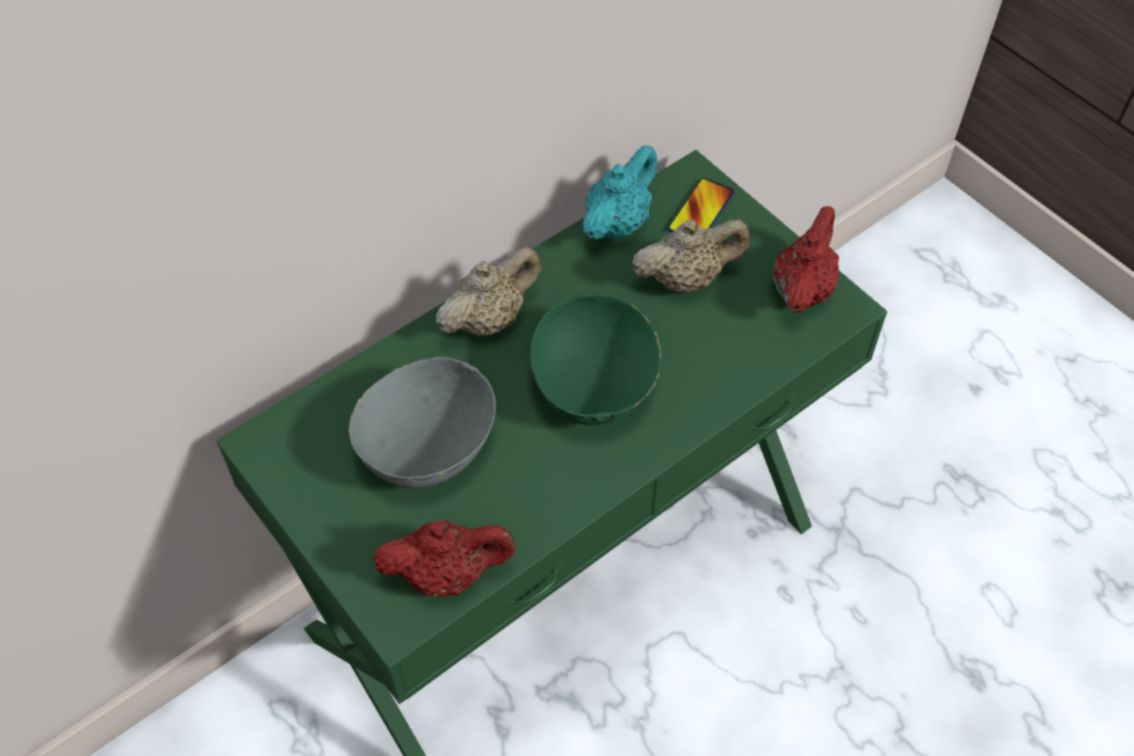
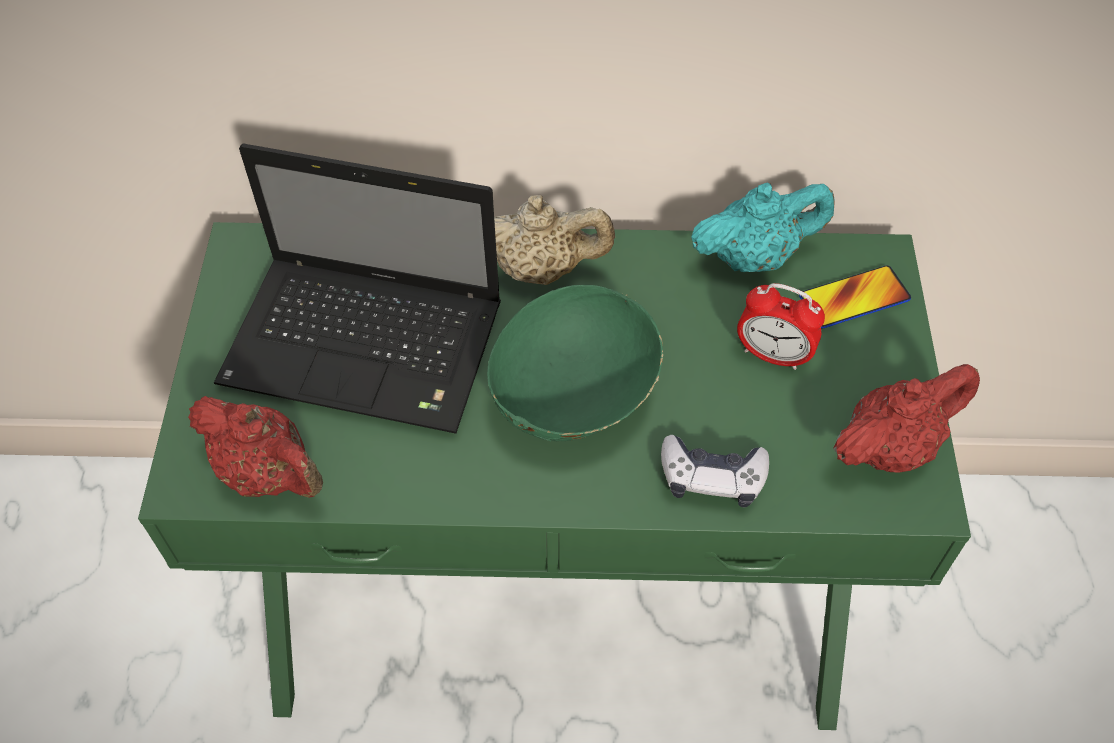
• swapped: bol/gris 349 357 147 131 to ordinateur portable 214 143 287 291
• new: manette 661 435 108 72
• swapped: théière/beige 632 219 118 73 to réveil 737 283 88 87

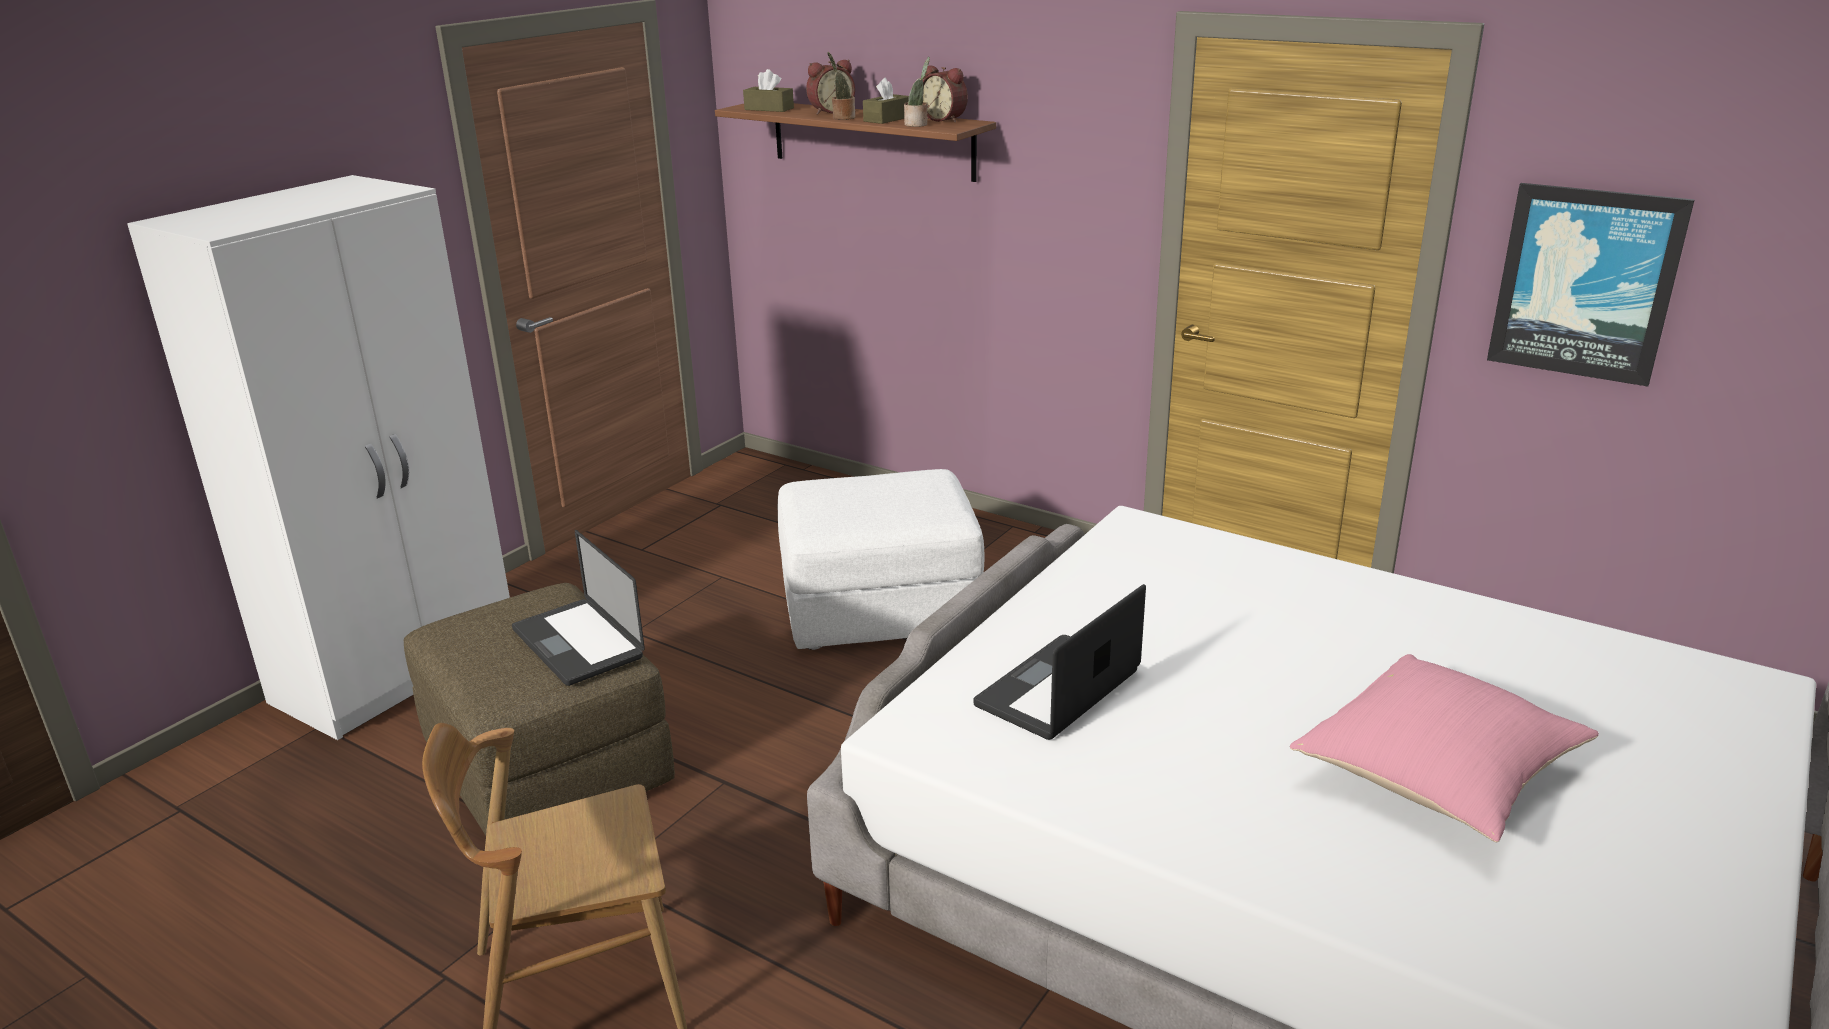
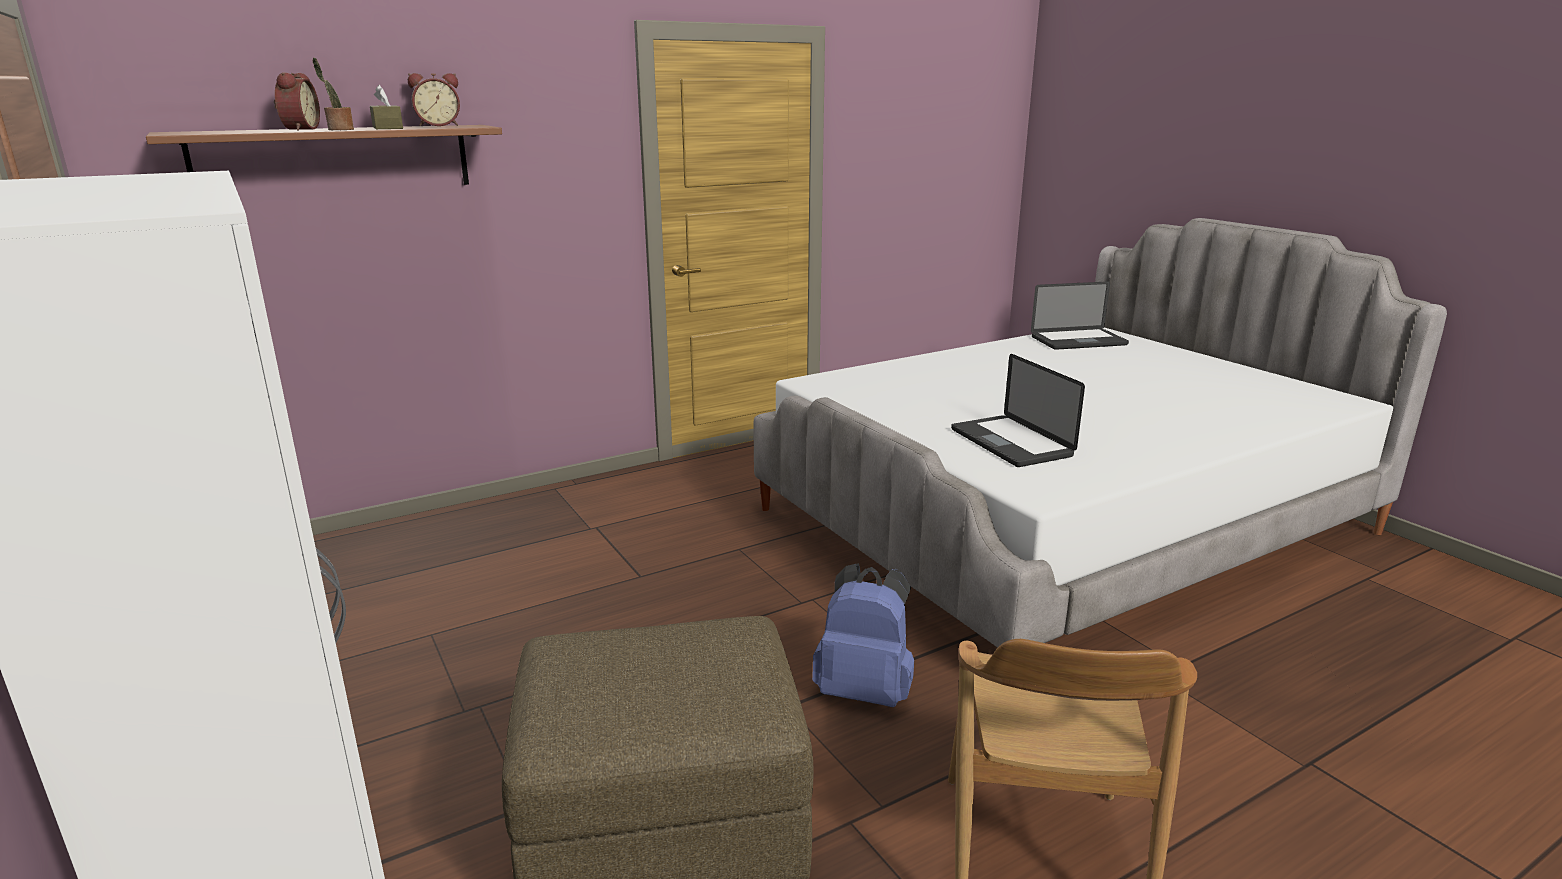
• new: sac à dos/bleu 812 563 102 144
• shifted: ordinateur portable 512 530 133 156 to 1031 282 98 68
• gone: boîte à mouchoirs/marron 743 69 51 43
• gone: pouf/blanc 778 469 206 181
• gone: plante en pot 904 57 26 70
• gone: coussin/rose 1290 654 309 188
• gone: tableau 1487 183 208 203

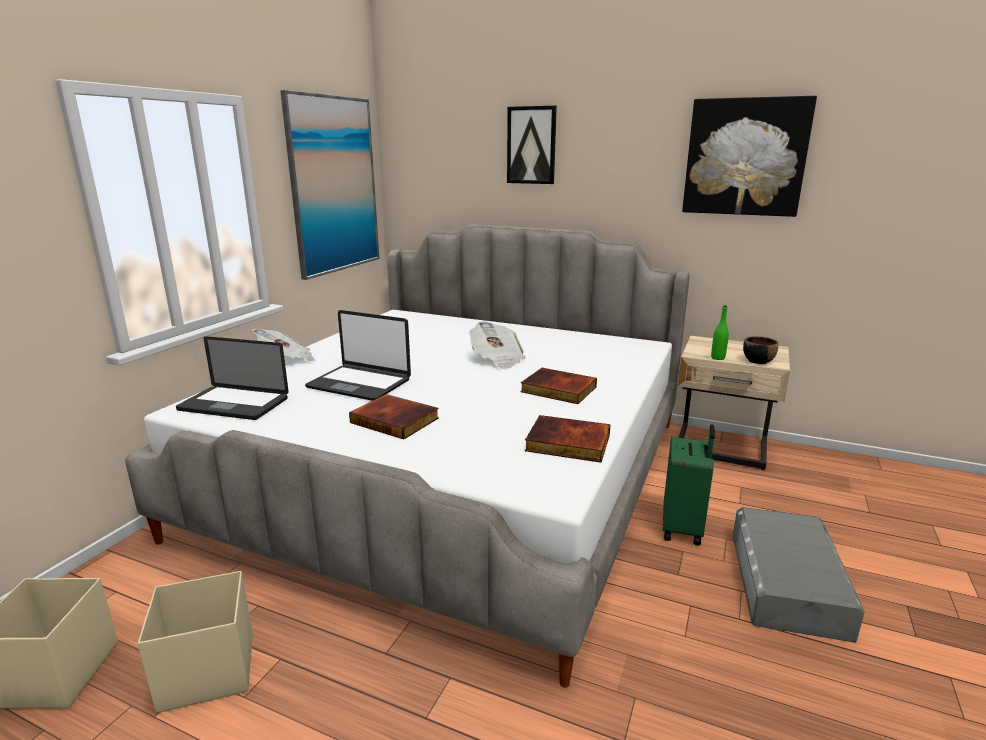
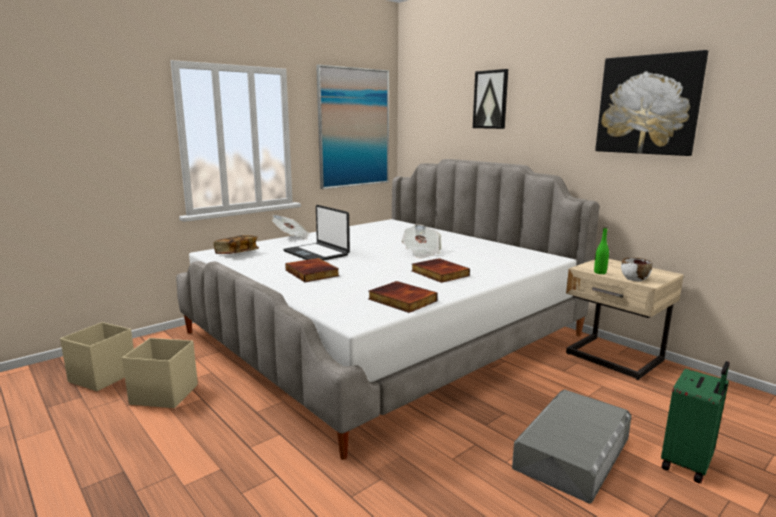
• swapped: ordinateur portable 176 336 113 84 to livre 214 235 45 19
• repainted: bol/noir 743 336 35 28 to bol/blanc 621 257 31 24
• shifted: valise/vert 663 424 52 122 to 661 361 69 122

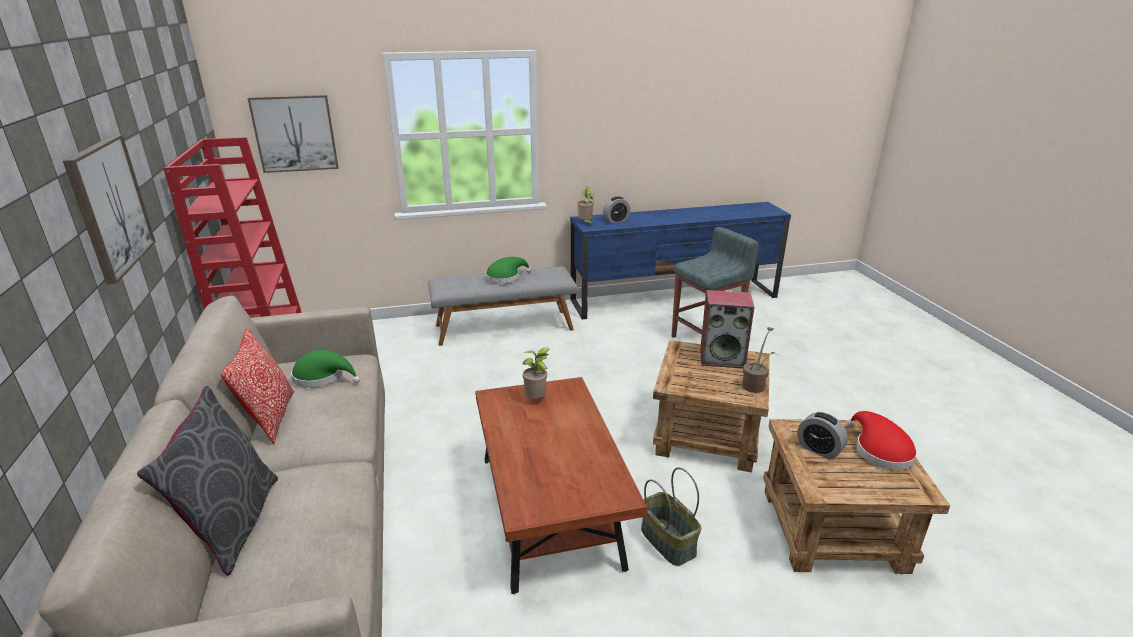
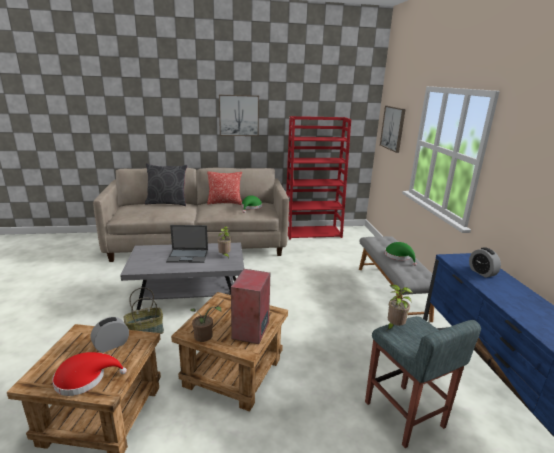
• repainted: table basse/marron 475 377 172 217 to table basse/gris 120 243 124 67
• new: ordinateur portable 166 225 42 38
• shifted: plante en pot 577 186 17 38 to 387 285 26 45

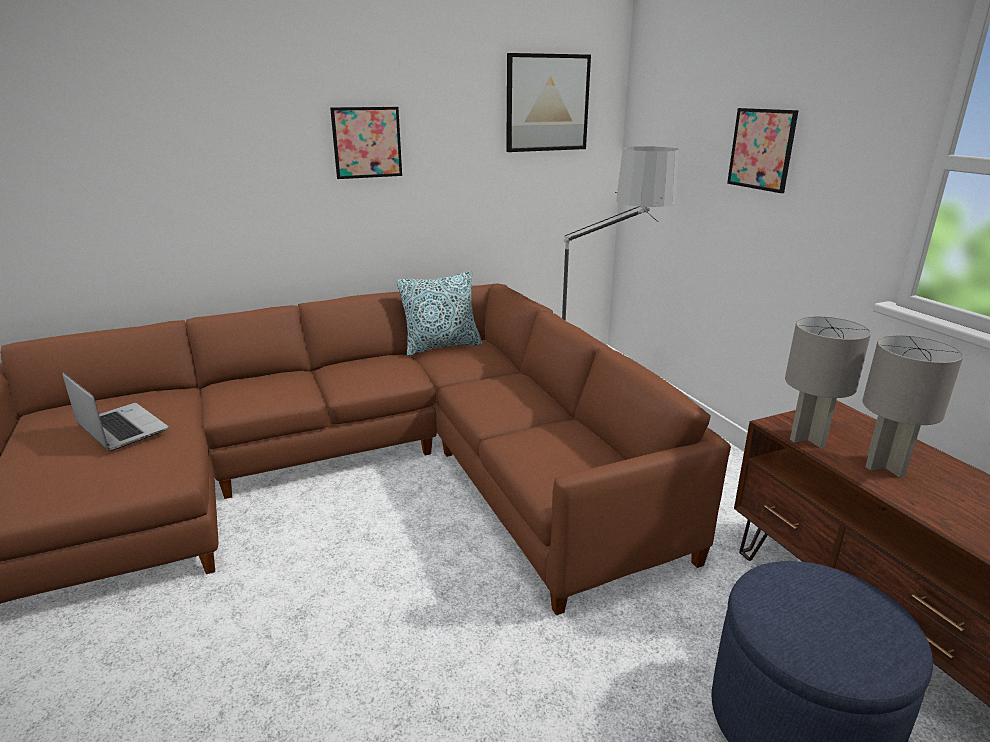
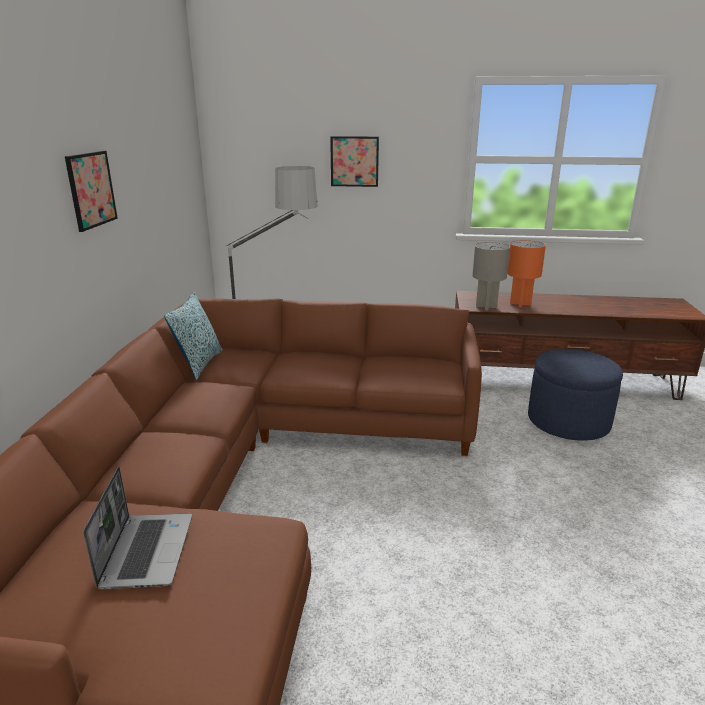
• rotated: ordinateur portable 63 372 106 79 = 83 466 109 124 105 degrees clockwise
• repainted: lampe de table/gris 863 335 100 143 to lampe de table/orange 507 240 39 68
• gone: tableau 506 53 85 99

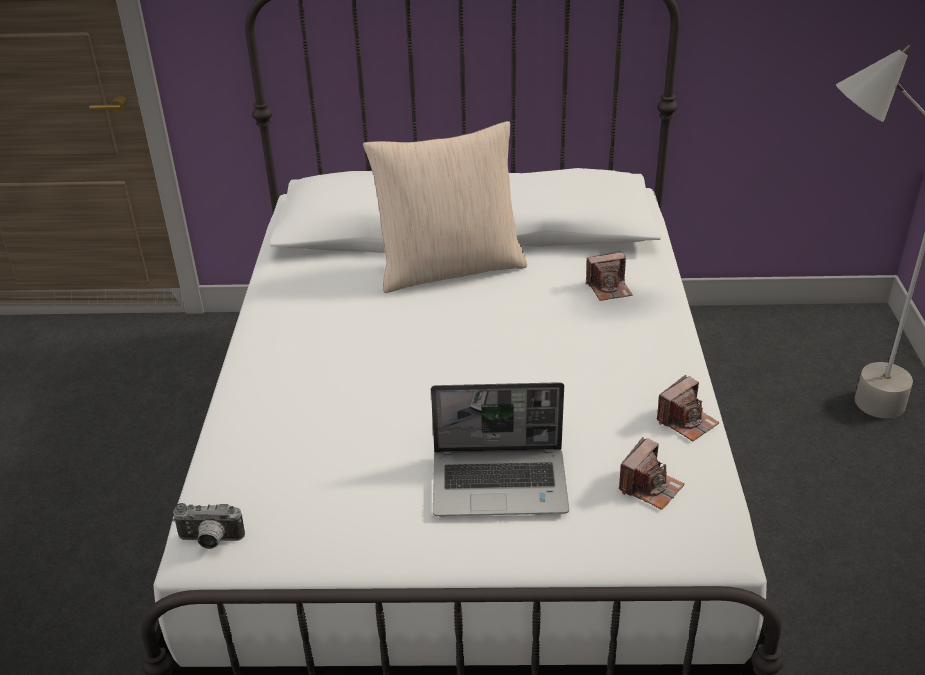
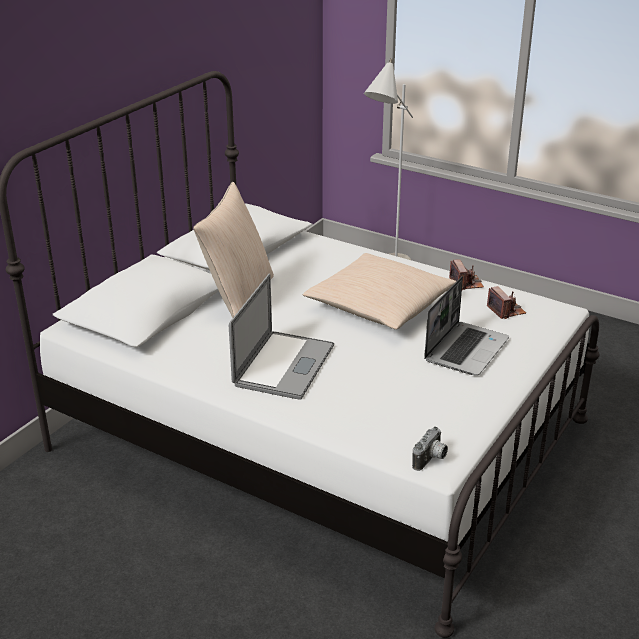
• new: ordinateur portable 229 274 105 125
• new: coussin/beige 303 253 153 77
• gone: appareil photo 586 251 47 50

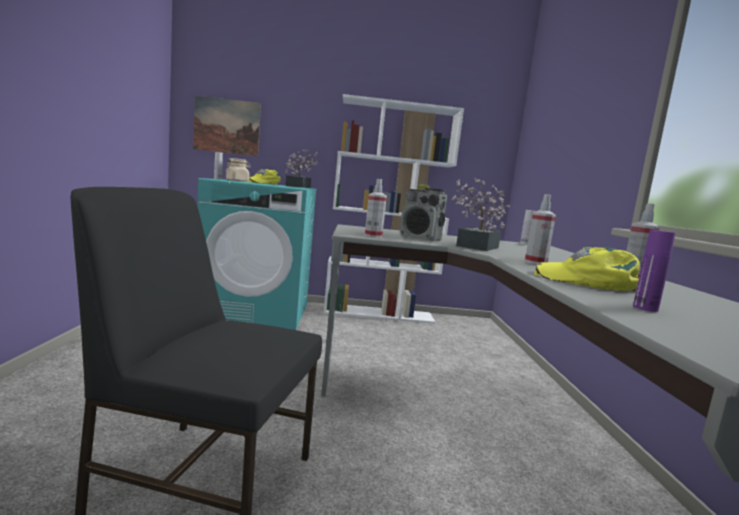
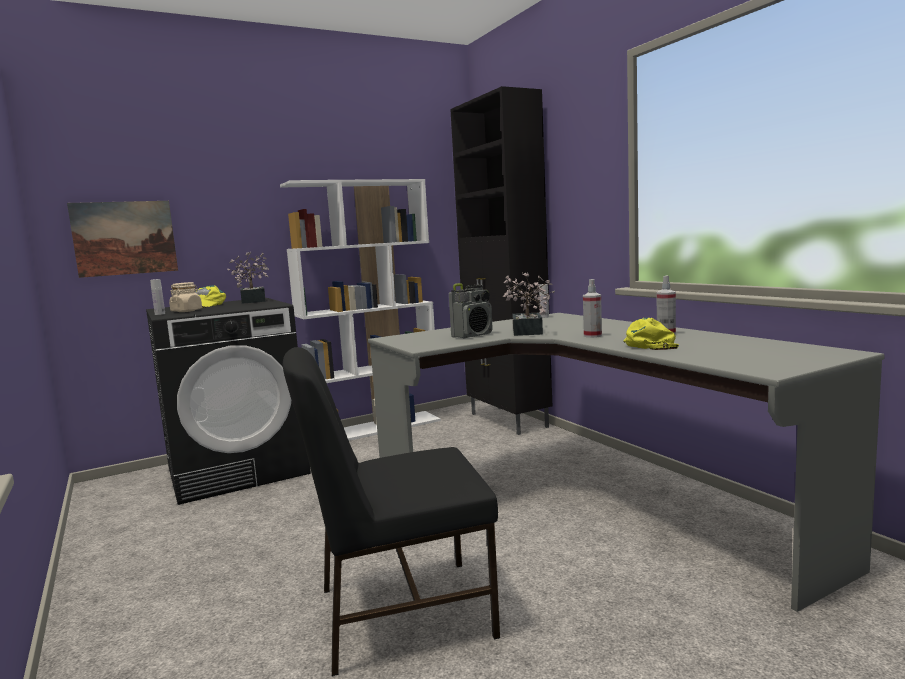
• repainted: lave-linge/turquoise 197 178 119 152 to lave-linge/noir 146 298 165 207
• rotated: radio 400 184 47 57 = 449 283 44 55 45 degrees counterclockwise
• new: meuble de rangement/noir 450 86 102 349
• rotated: casquette/jaune 534 247 106 45 = 623 318 56 32 90 degrees clockwise
• gone: vaporisateur 365 179 22 59
• gone: bouteille/violet 633 230 43 82

